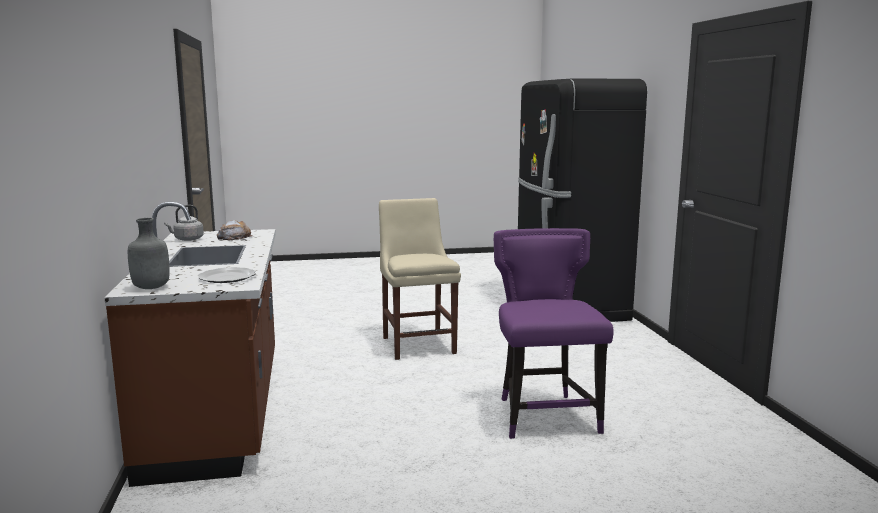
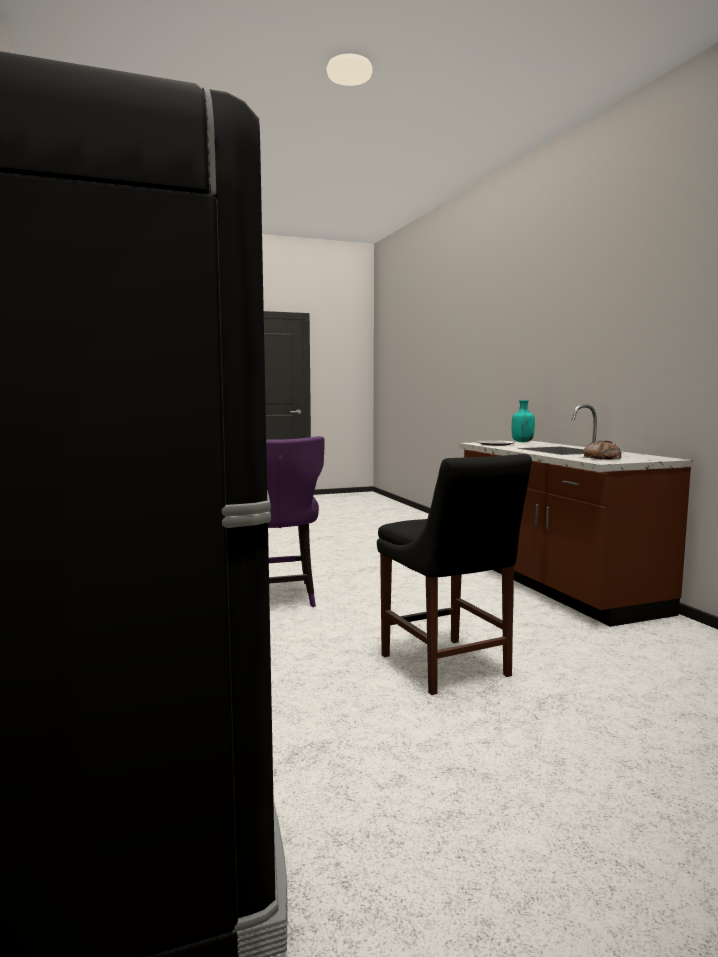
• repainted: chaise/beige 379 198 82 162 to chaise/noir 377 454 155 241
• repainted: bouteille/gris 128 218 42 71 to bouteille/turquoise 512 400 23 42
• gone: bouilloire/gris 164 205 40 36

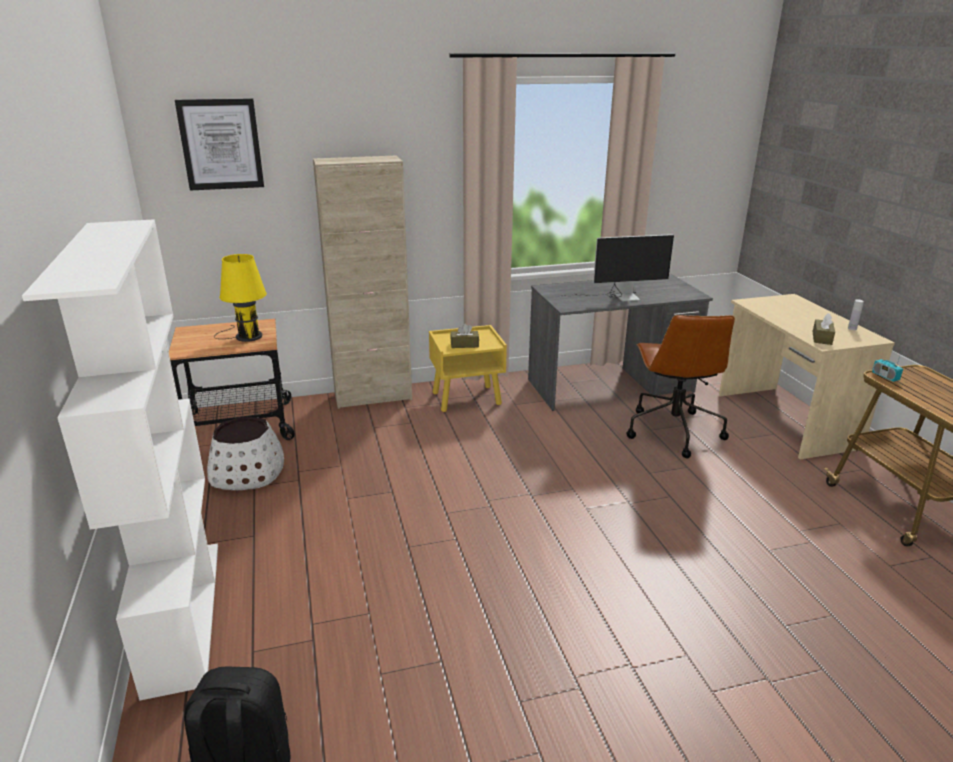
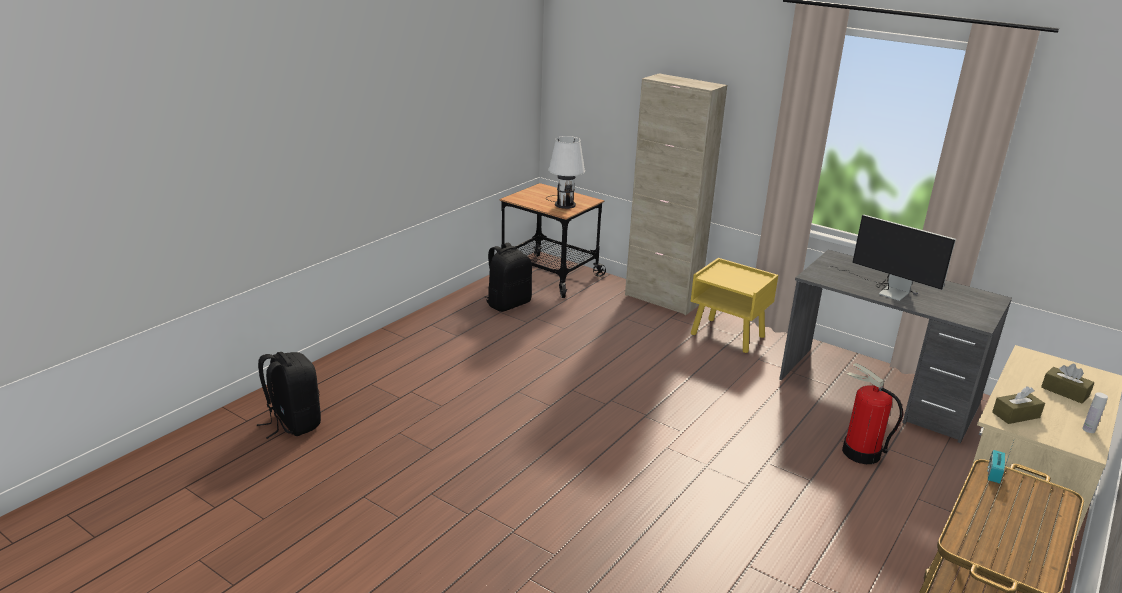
• swapped: cache-pot/blanc 207 417 77 73 to sac à dos/noir 485 243 47 69
• repainted: lampe de table/jaune 214 254 53 88 to lampe de table/blanc 546 136 39 73
• swapped: chaise de bureau/marron 626 315 109 143 to extincteur 842 363 61 101
• shifted: boîte à mouchoirs/marron 450 324 29 24 to 1041 364 54 40
• gone: bibliothèque/blanc 22 219 196 482
• gone: tableau 175 98 89 92

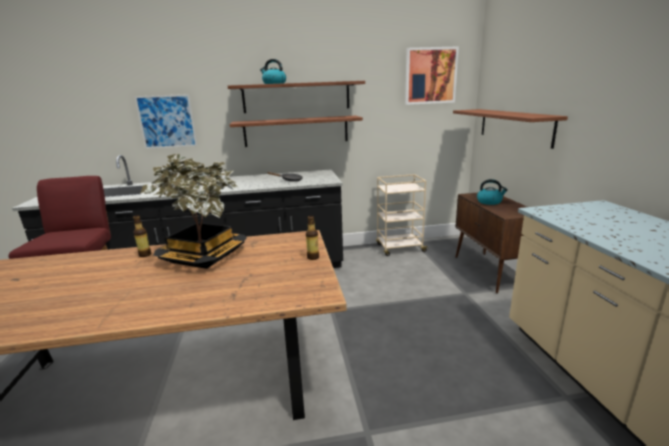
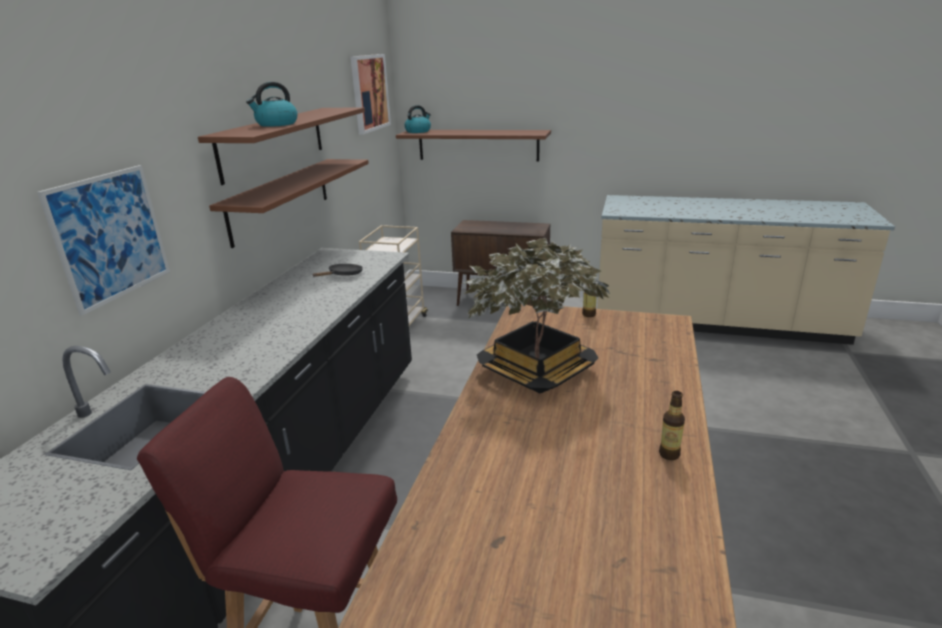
• shifted: bouilloire 477 179 31 26 to 404 105 27 28
• shifted: bouteille 133 215 18 42 to 659 391 26 69

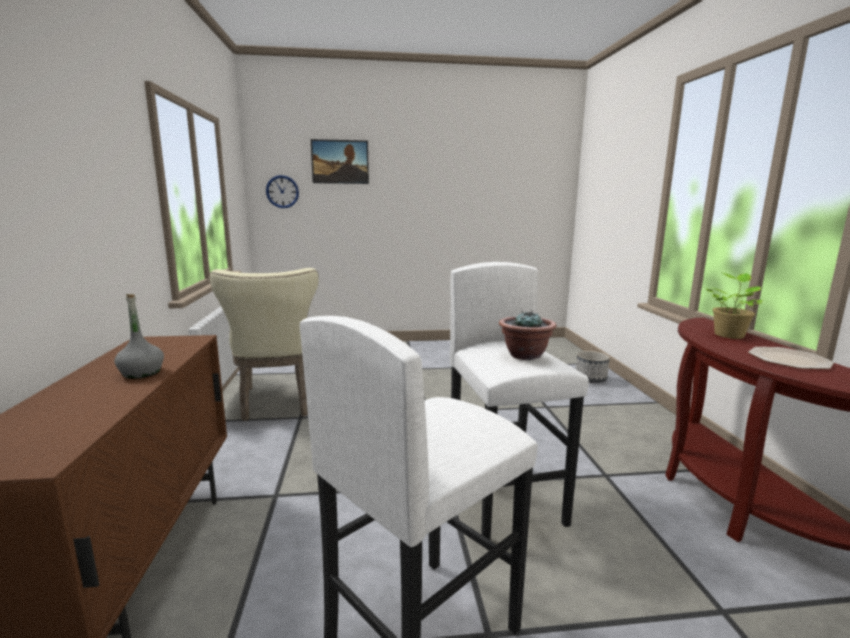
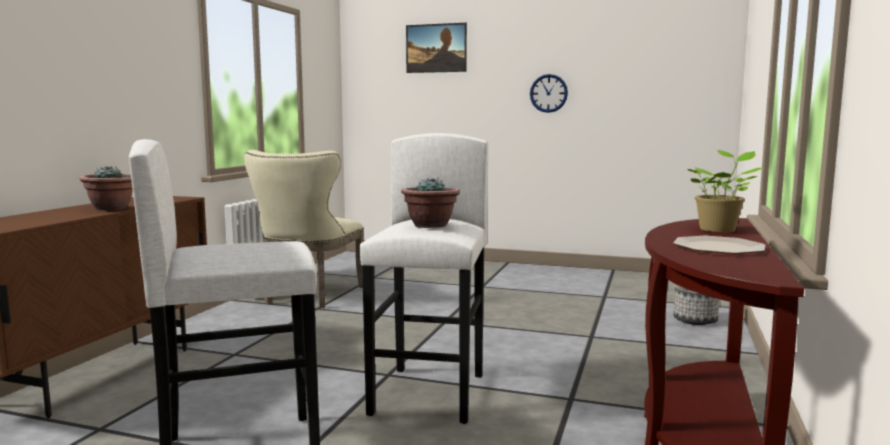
• swapped: bouteille/gris 114 294 50 85 to plante en pot 79 166 54 44
• shifted: horloge murale 266 175 33 33 to 530 74 38 39

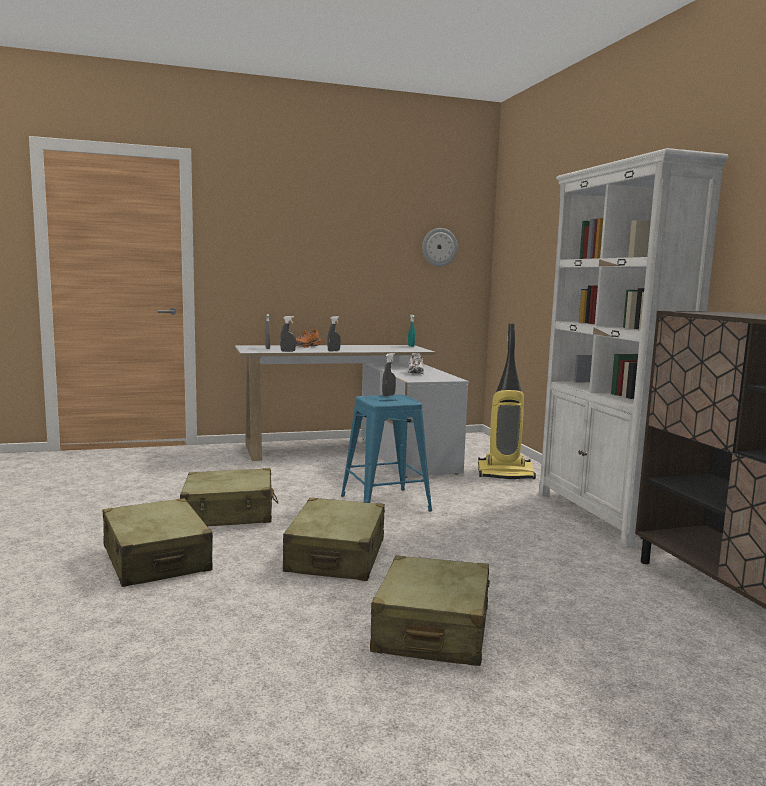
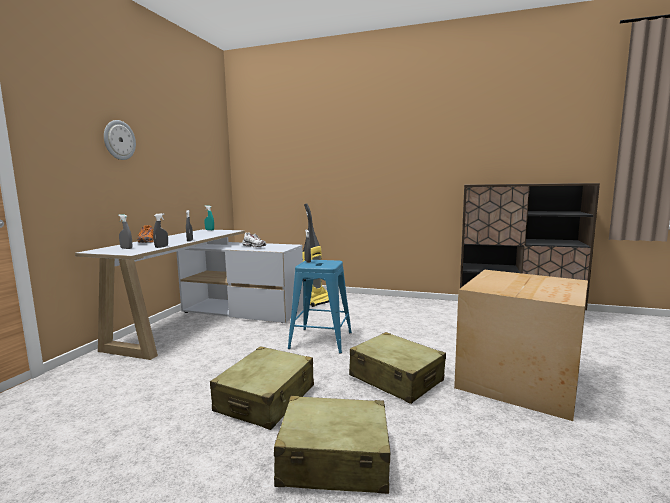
• shifted: horloge murale 422 228 36 39 to 104 120 32 40
• swapped: valise/beige 370 555 120 111 to carton 454 270 134 151
• gone: bibliothèque/blanc 539 148 190 400

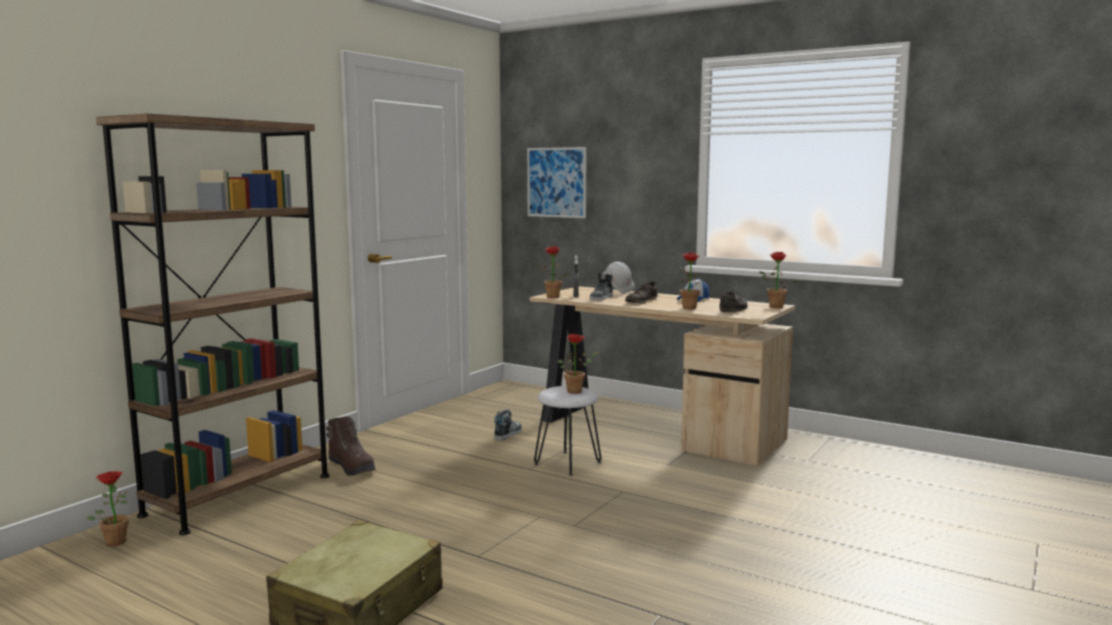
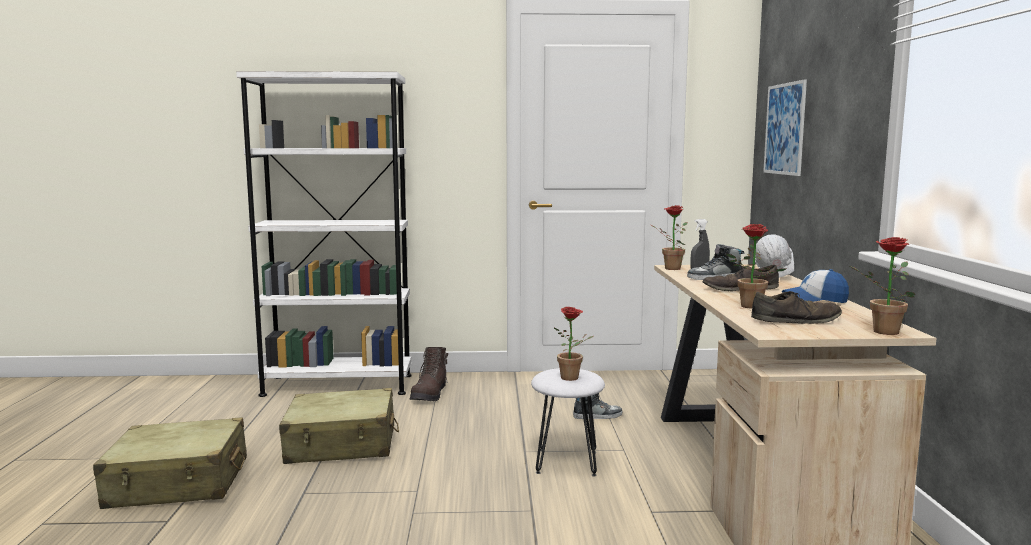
• repainted: bibliothèque/marron 96 113 233 422 to bibliothèque/blanc 236 71 176 326
• new: valise/beige 279 388 120 76
• gone: plante en pot 86 471 43 75

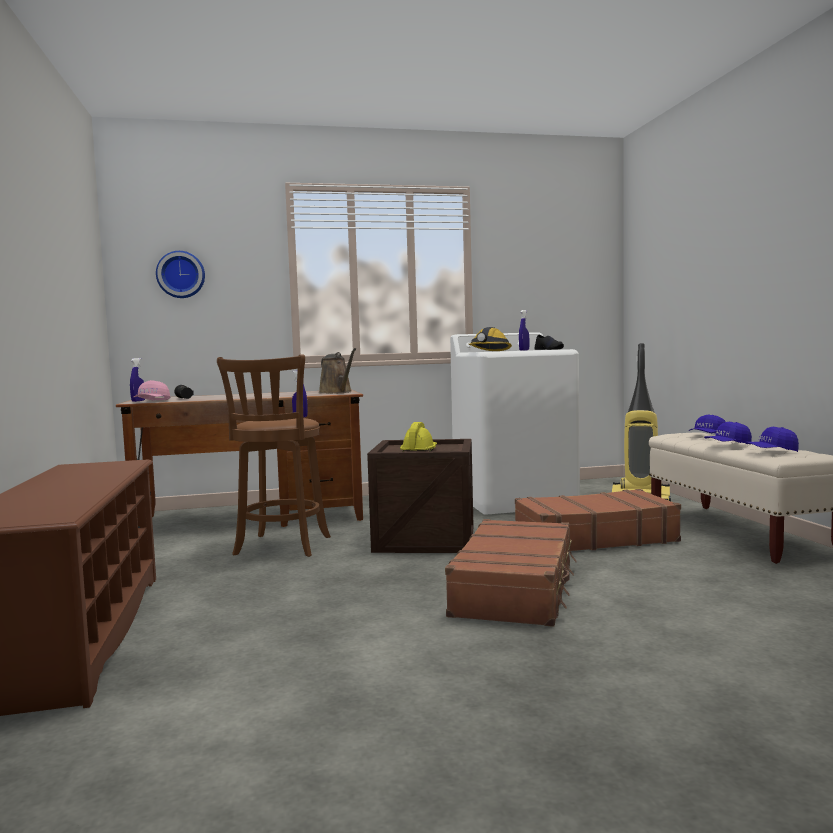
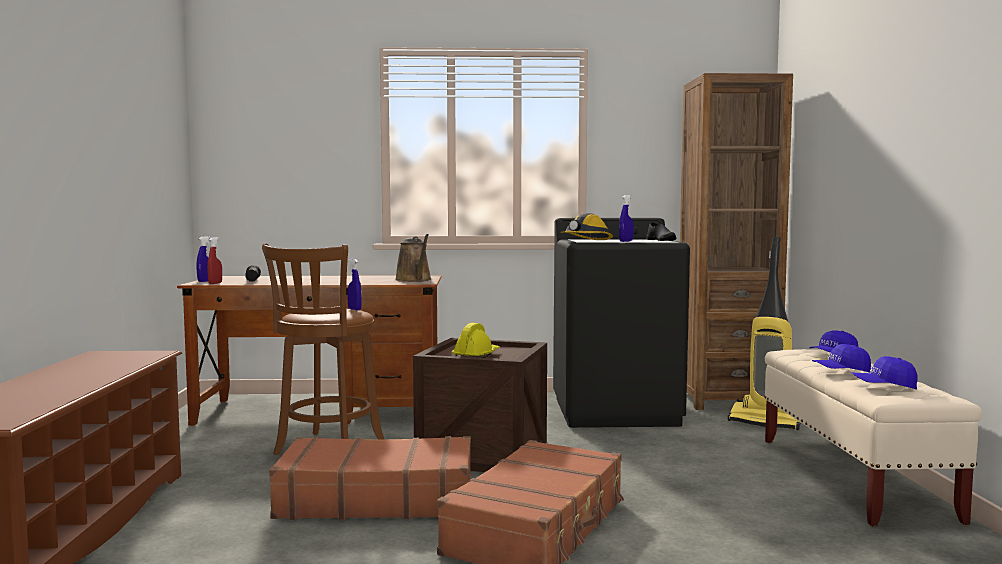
• swapped: casquette/rose 134 380 36 21 to vaporisateur/rouge 207 237 15 47
• shifted: valise/marron 515 489 166 62 to 269 436 202 84
• repainted: lave-linge/blanc 450 332 130 183 to lave-linge/noir 553 218 137 210
• new: bibliothèque/marron 680 73 113 337
• gone: horloge murale 156 251 49 47

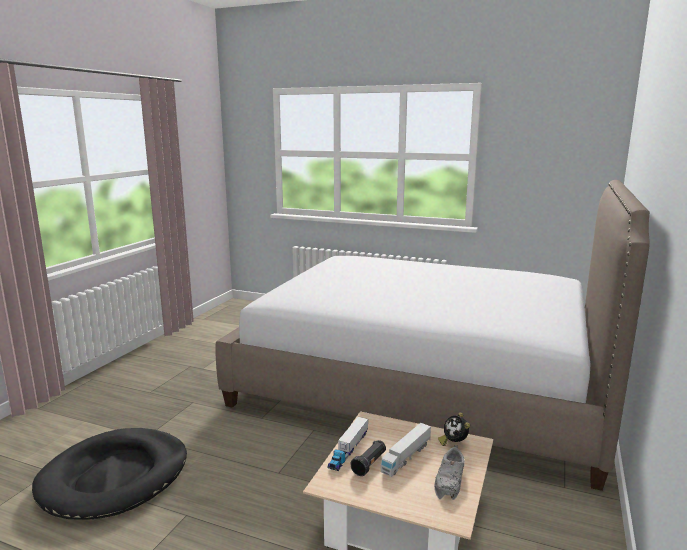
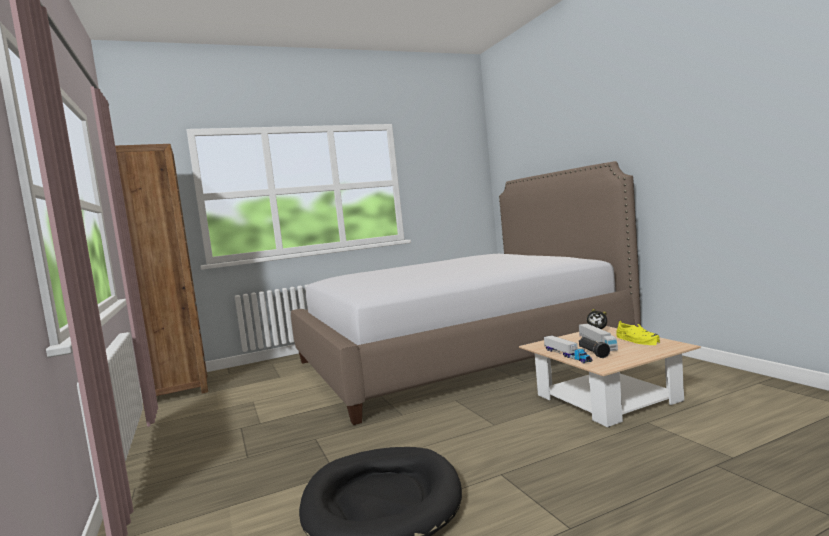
• new: bibliothèque/marron 115 144 93 252
• repainted: chaussure/gris 434 445 31 55 to chaussure/jaune 616 321 44 24

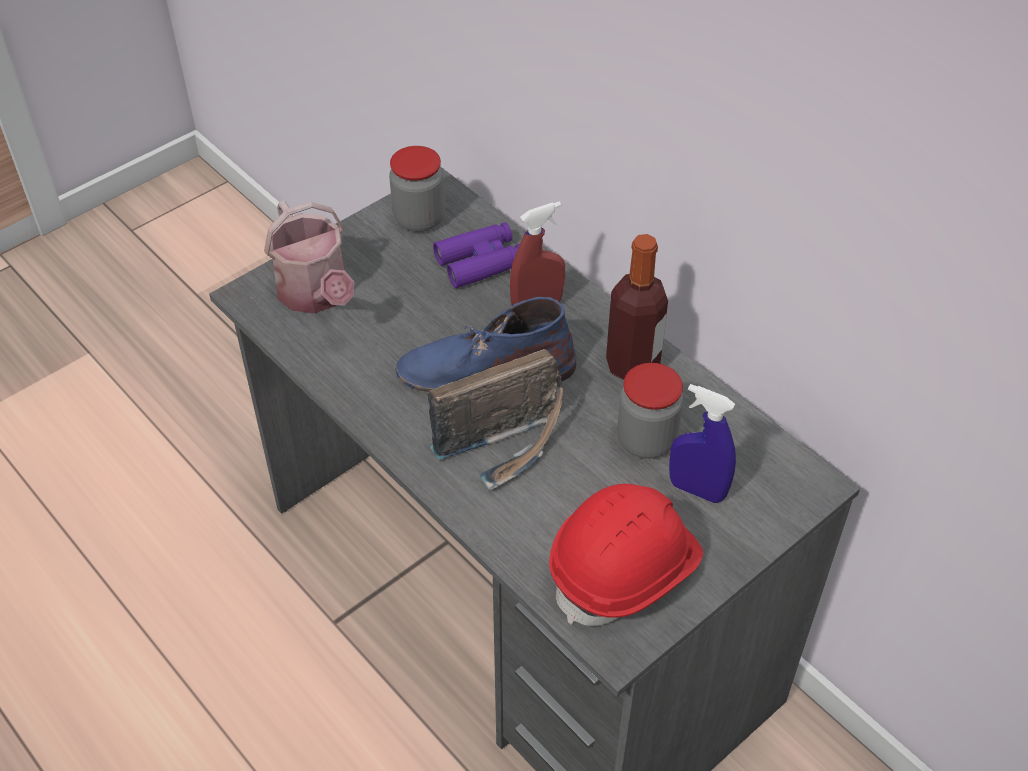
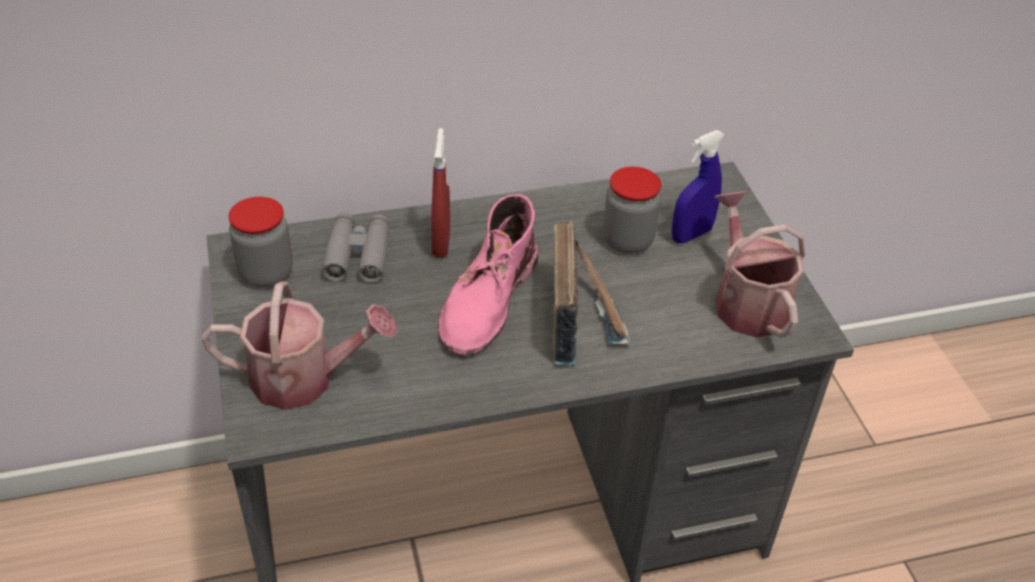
• repainted: jumelles/violet 433 222 87 66 to jumelles/gris 322 213 68 70
• repainted: botte/bleu 396 297 180 95 to botte/rose 438 194 100 161
• swapped: casque de chantier/rouge 549 484 154 142 to arrosoir 715 191 90 147
• gone: bouteille 606 234 62 146

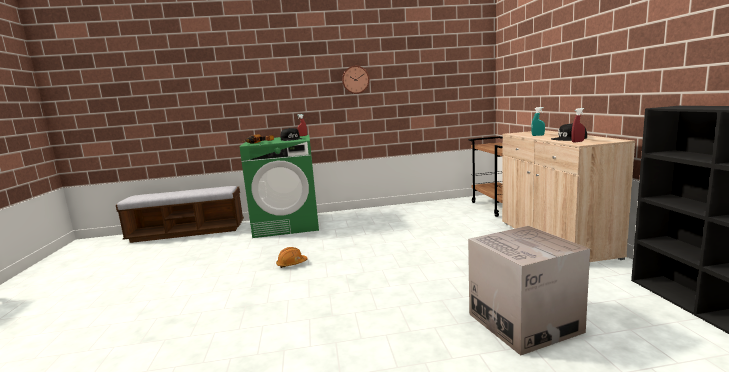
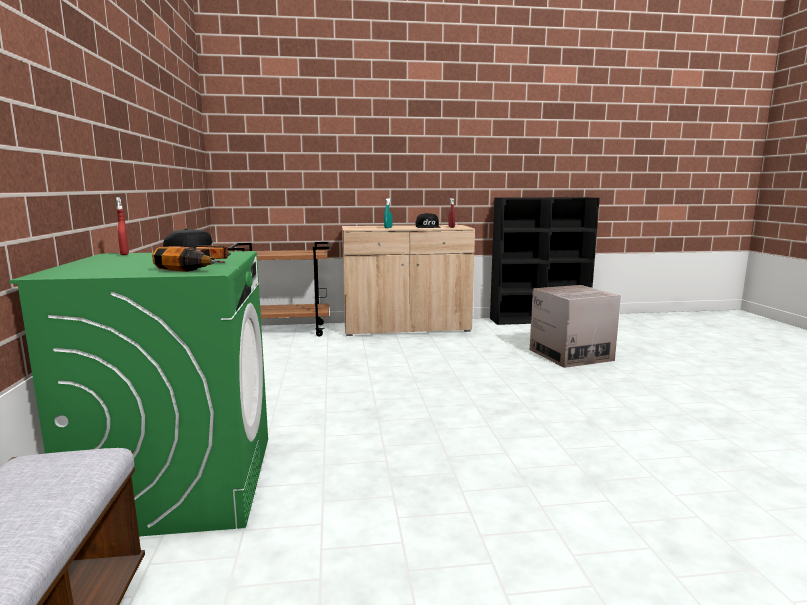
• gone: casque de chantier/orange 276 247 32 21
• gone: horloge murale 342 66 27 28

